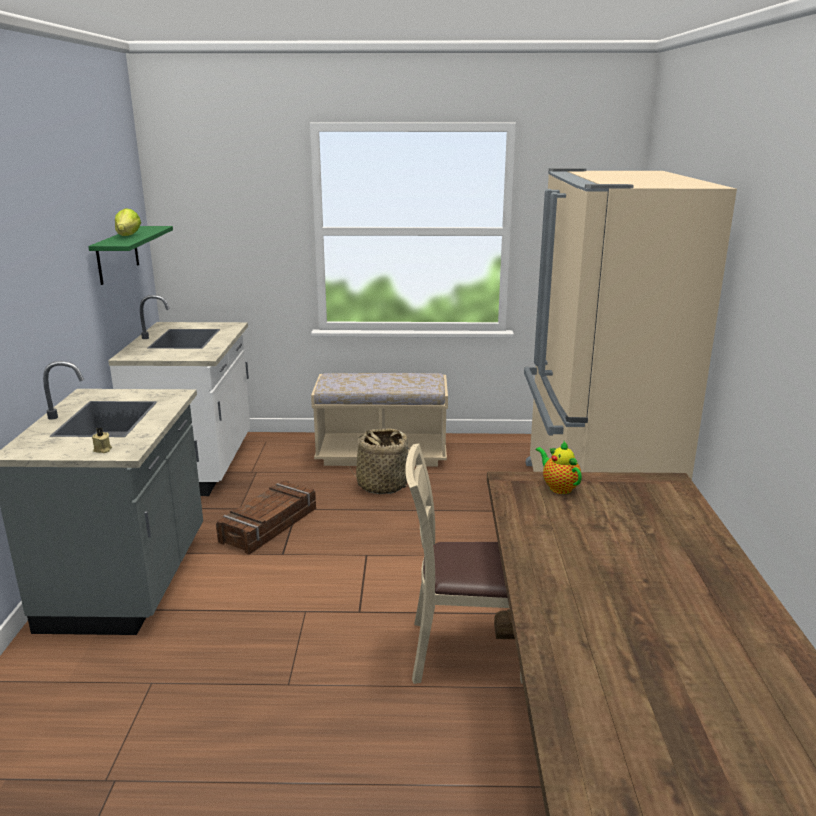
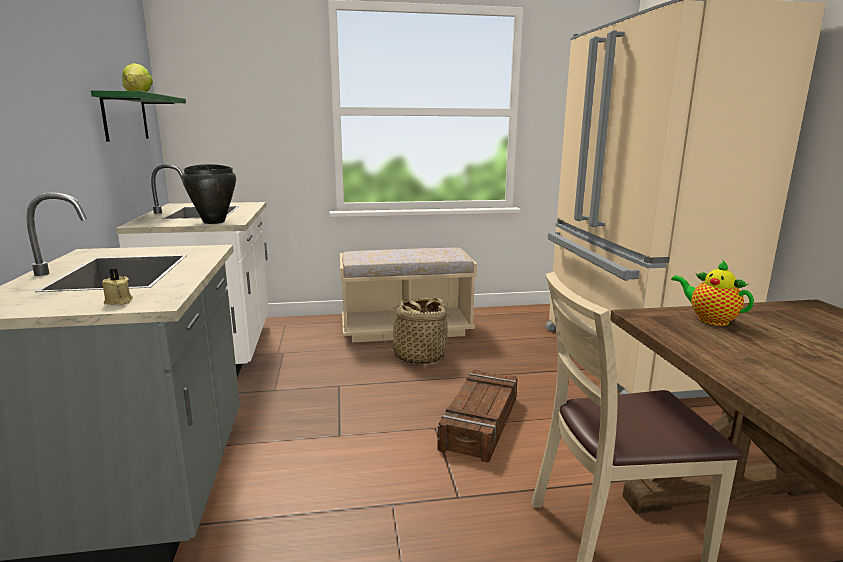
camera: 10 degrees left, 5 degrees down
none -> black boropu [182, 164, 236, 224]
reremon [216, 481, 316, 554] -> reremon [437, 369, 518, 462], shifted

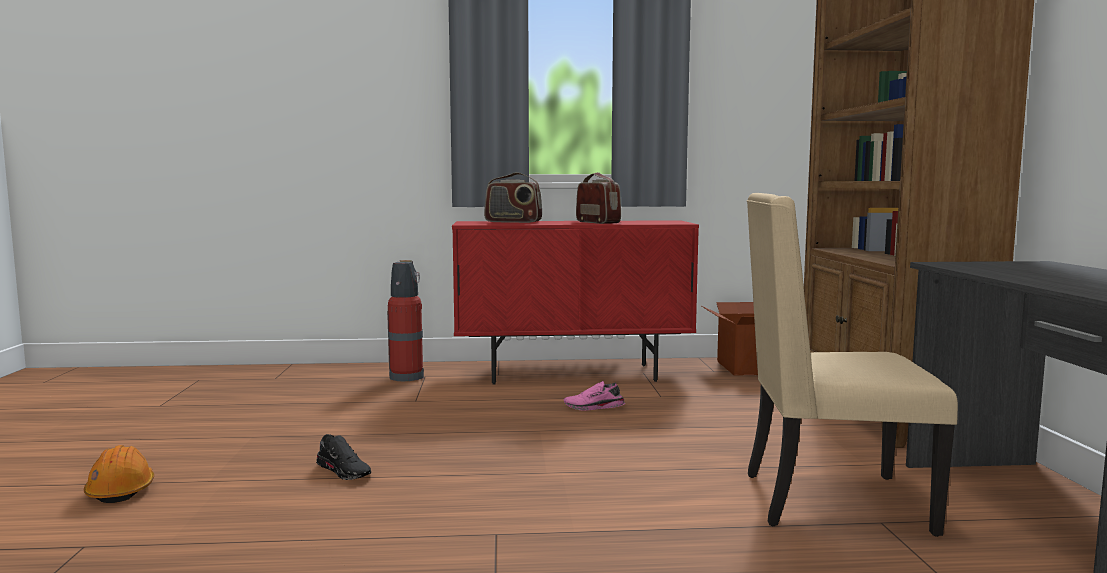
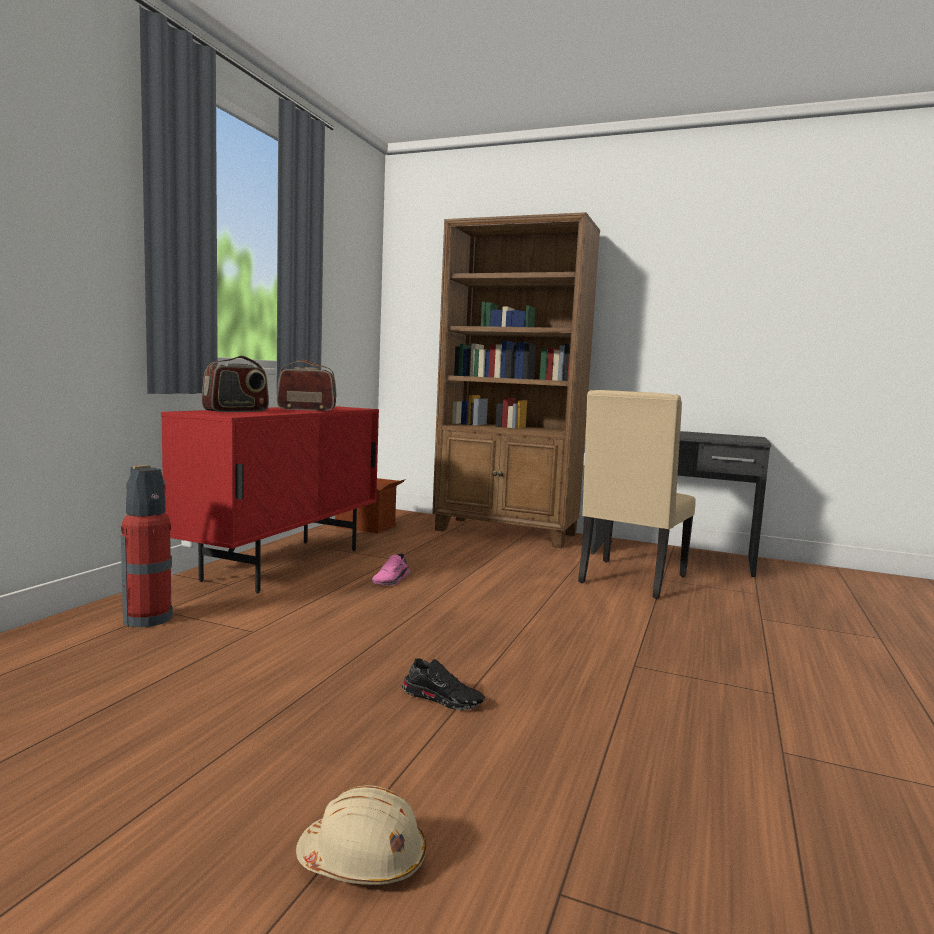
camera: 65 degrees left, 0 degrees up
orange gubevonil [84, 445, 155, 503] -> beige gubevonil [296, 785, 426, 885]
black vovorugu [316, 434, 371, 480] -> black vovorugu [402, 658, 485, 710], 45 degrees clockwise

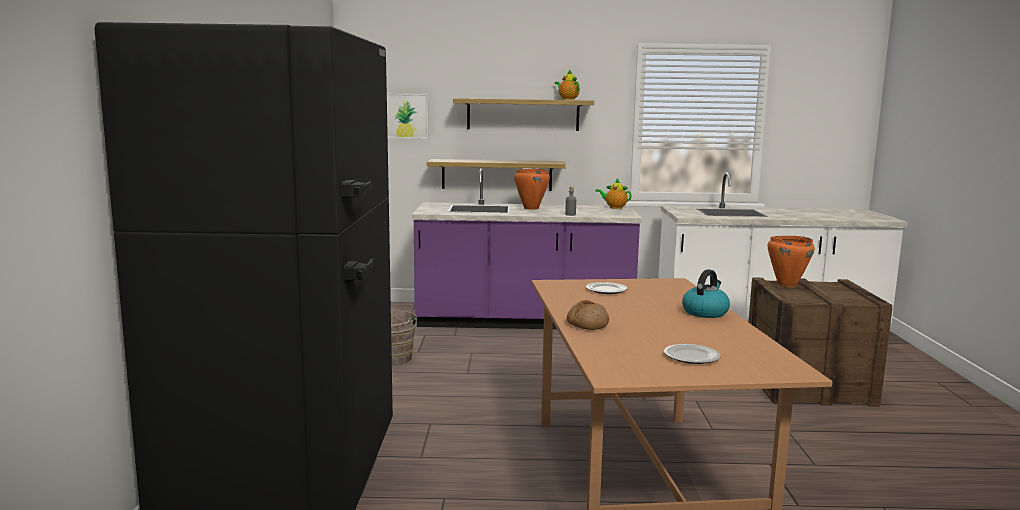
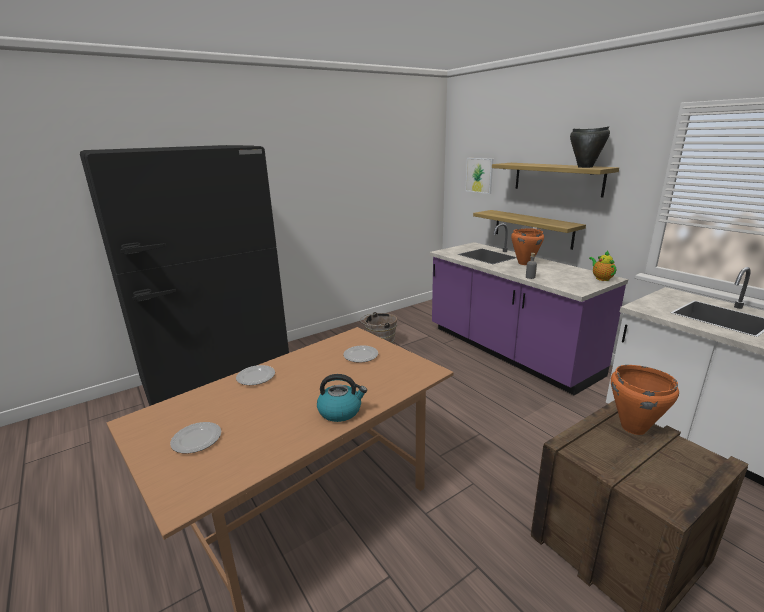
camera: 55 degrees right, 10 degrees up
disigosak [567, 300, 609, 330] -> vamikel [236, 365, 275, 385]
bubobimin [555, 69, 580, 100] -> black boropu [570, 126, 610, 168]

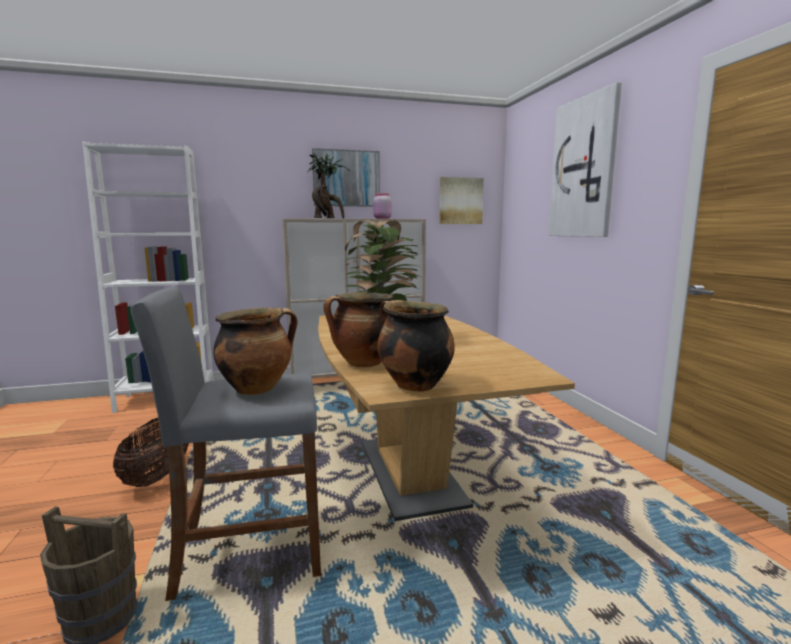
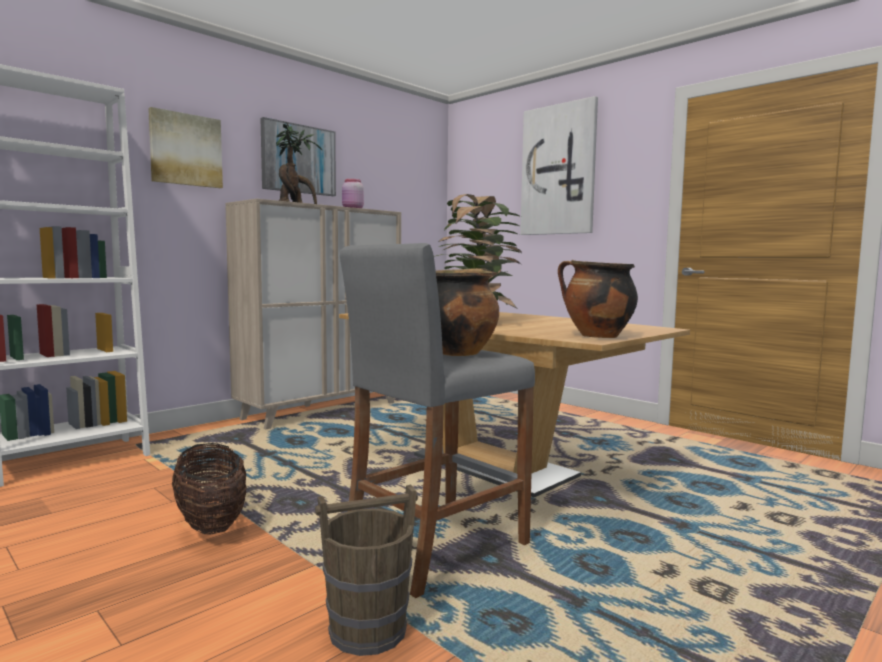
camera: 30 degrees left, 5 degrees down
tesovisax [439, 177, 484, 224] -> tesovisax [148, 107, 223, 188], shifted
boropu [323, 293, 393, 367] -> none

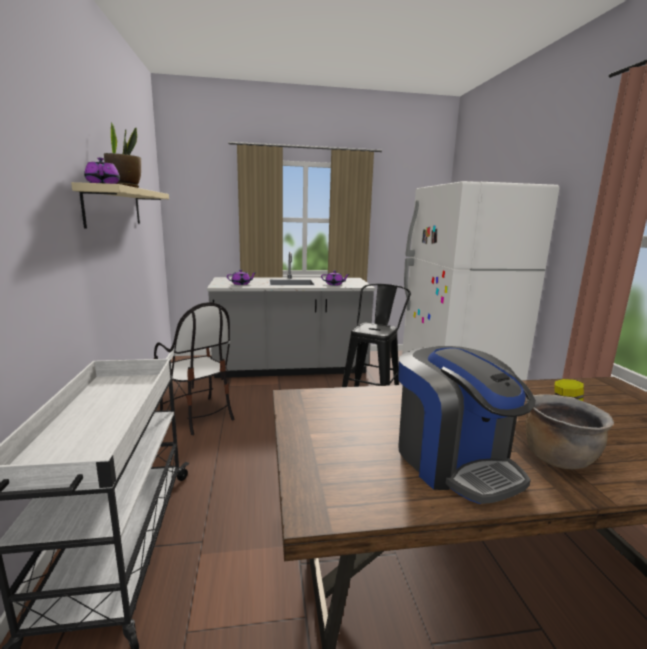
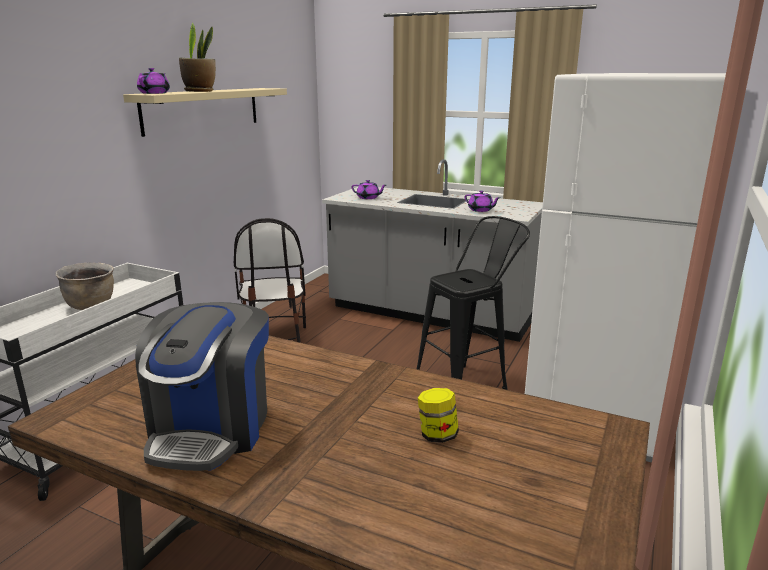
camera: 35 degrees right, 5 degrees up
brown boropu [525, 394, 614, 469] -> brown boropu [56, 262, 114, 310], shifted

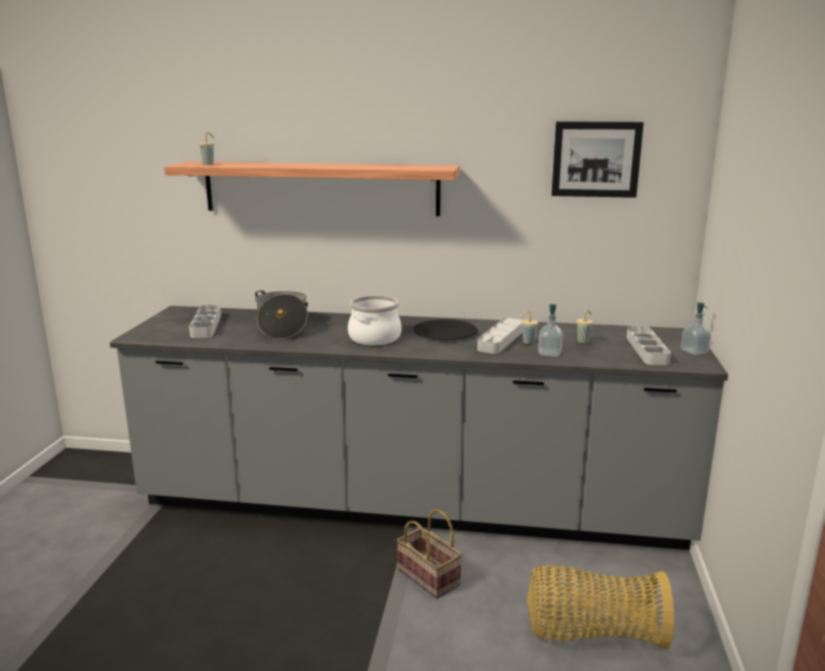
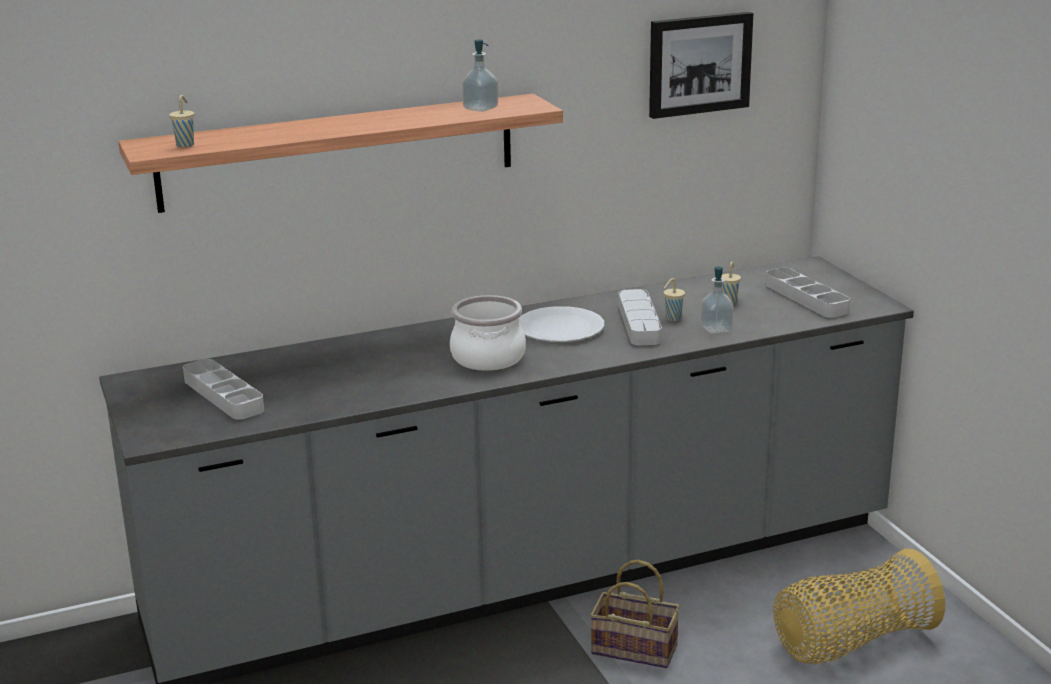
camera: 30 degrees left, 5 degrees up
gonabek [681, 302, 711, 355] -> gonabek [462, 40, 498, 112], shifted
black vamikel [414, 319, 478, 340] -> white vamikel [519, 306, 604, 342]
boropu [255, 290, 308, 339] -> none

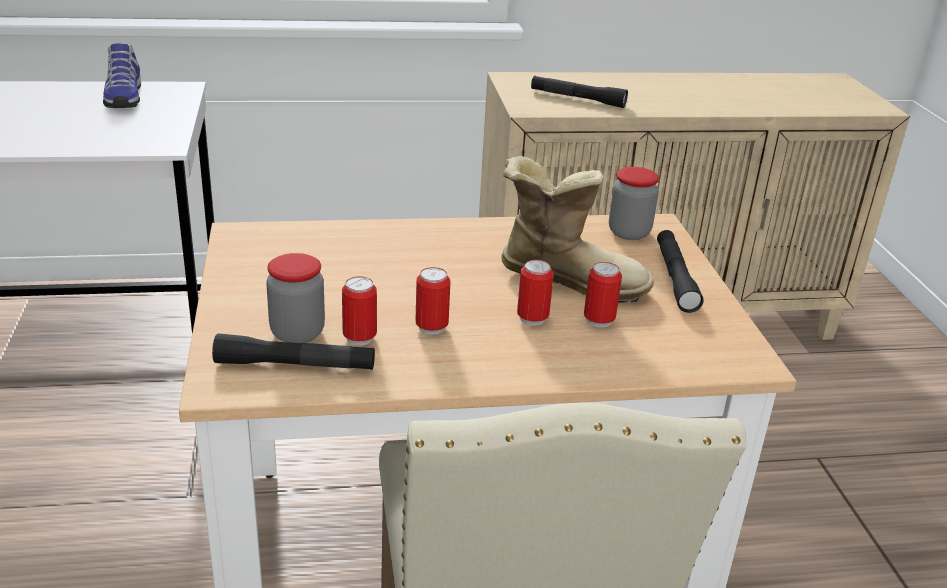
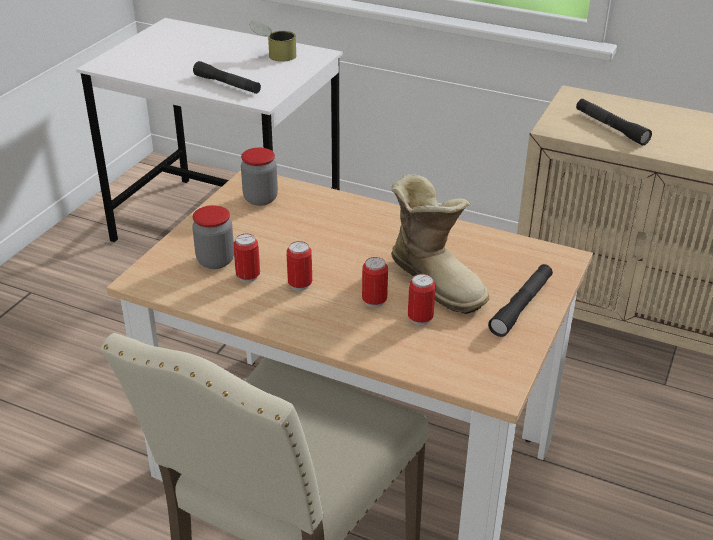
camera: 35 degrees right, 5 degrees up
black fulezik [212, 333, 375, 370] -> black fulezik [193, 61, 261, 94], shifted
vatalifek [609, 167, 659, 240] -> vatalifek [241, 148, 278, 206], shifted
vovorugu [103, 43, 141, 108] -> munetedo [249, 21, 297, 62]

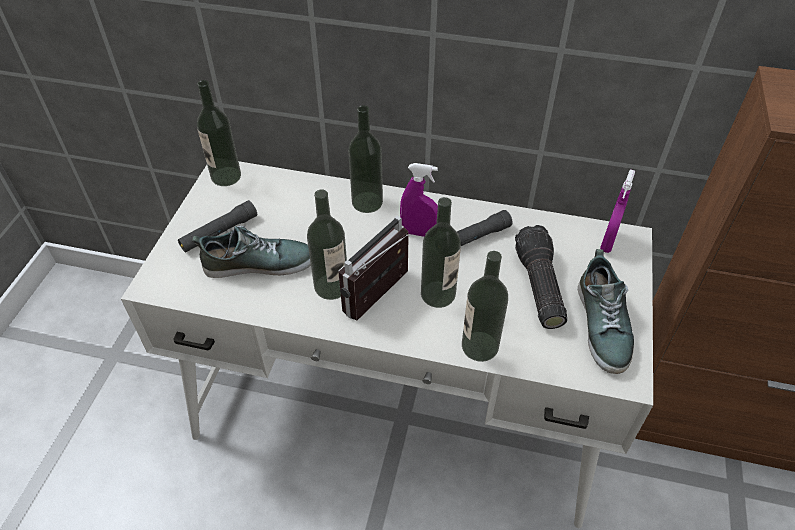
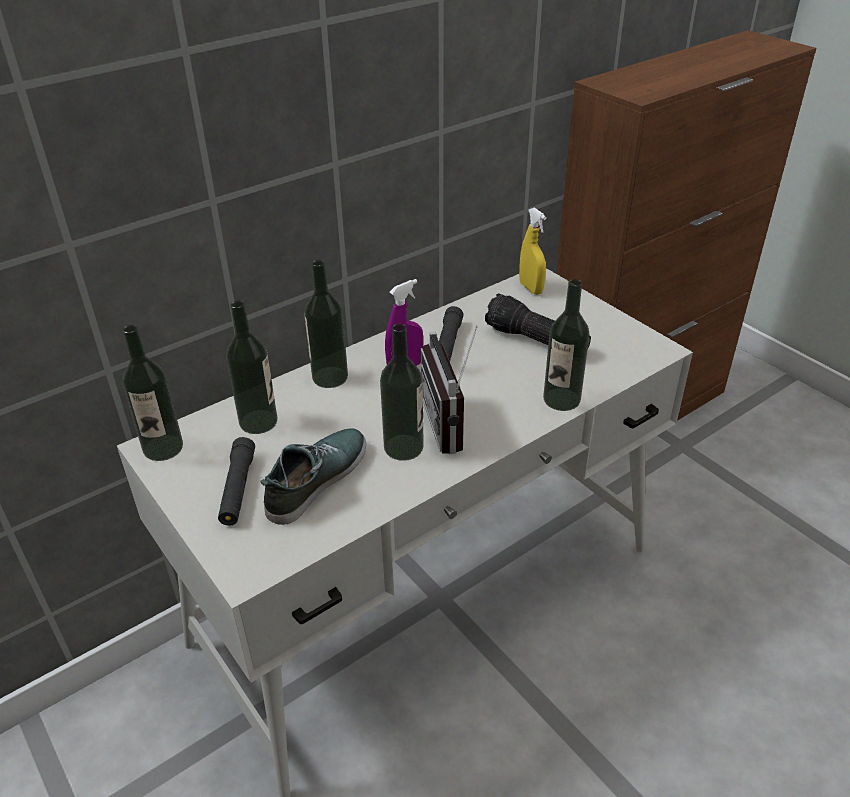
camera: 50 degrees left, 10 degrees down
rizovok [421, 197, 461, 308] -> rizovok [226, 301, 277, 434], shifted
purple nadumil [600, 169, 635, 253] -> yellow nadumil [519, 207, 547, 295]
vovorugu [578, 249, 634, 374] -> none

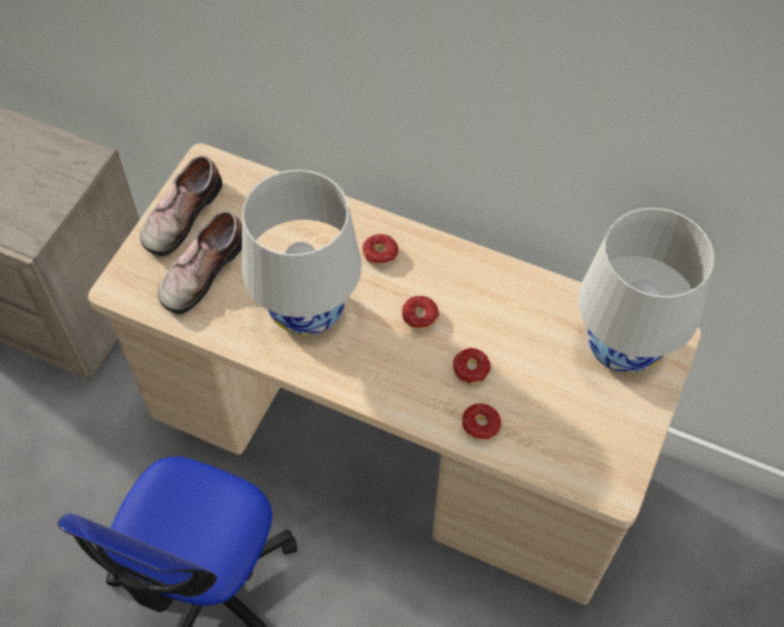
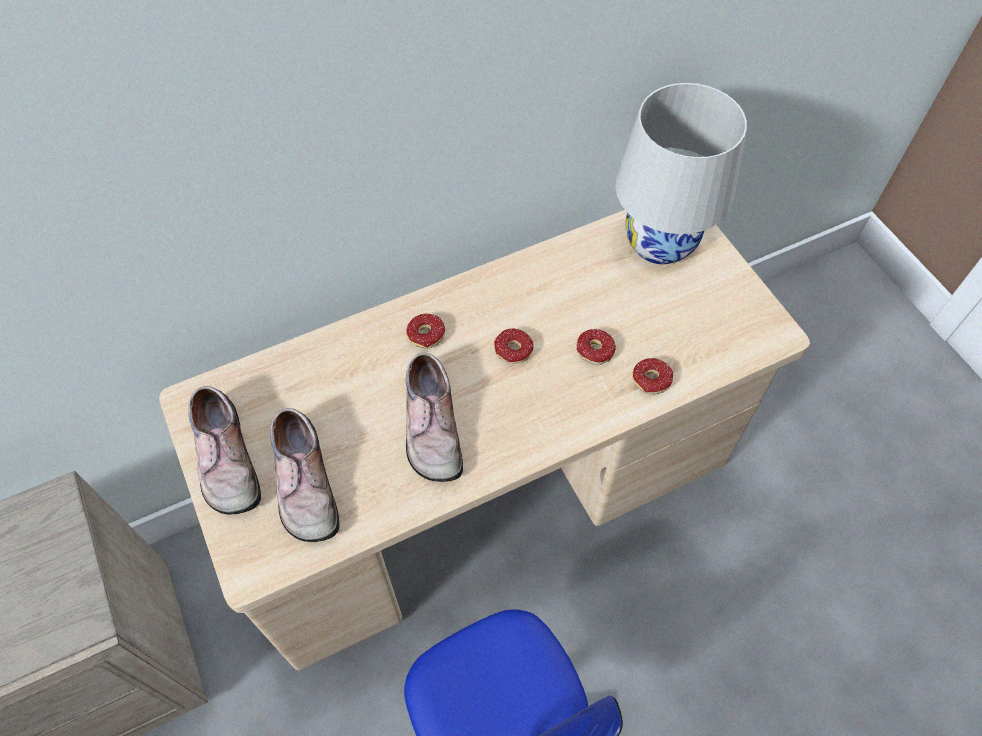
camera: 50 degrees left, 0 degrees up
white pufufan [242, 170, 362, 336] -> vovorugu [406, 353, 463, 482]

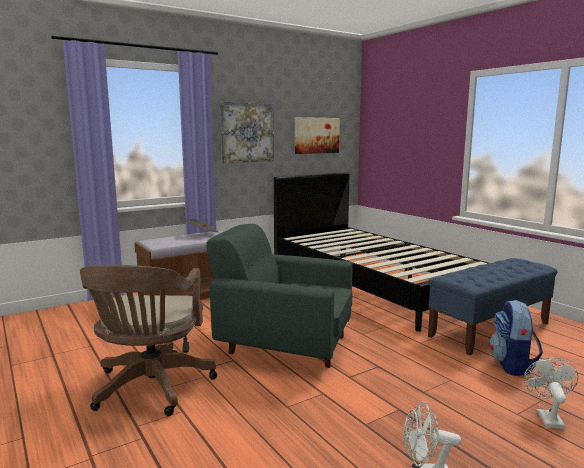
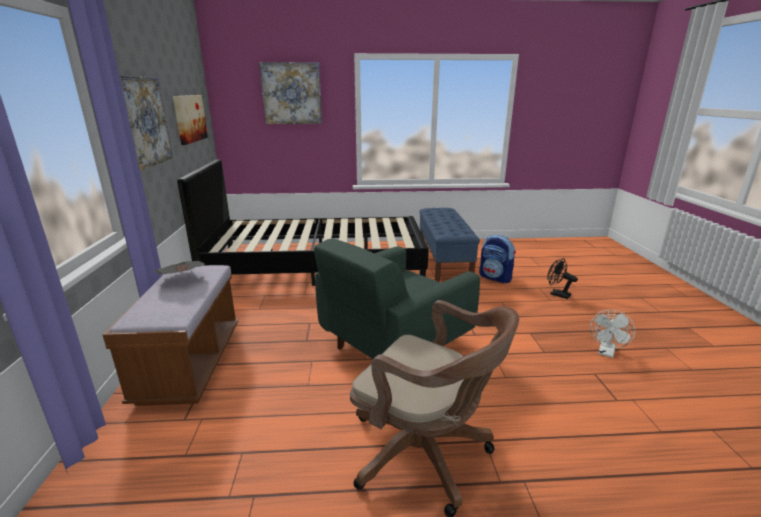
camera: 60 degrees left, 10 degrees up
none -> tesovisax [259, 62, 322, 124]
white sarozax [524, 357, 579, 429] -> black sarozax [547, 258, 578, 299]

